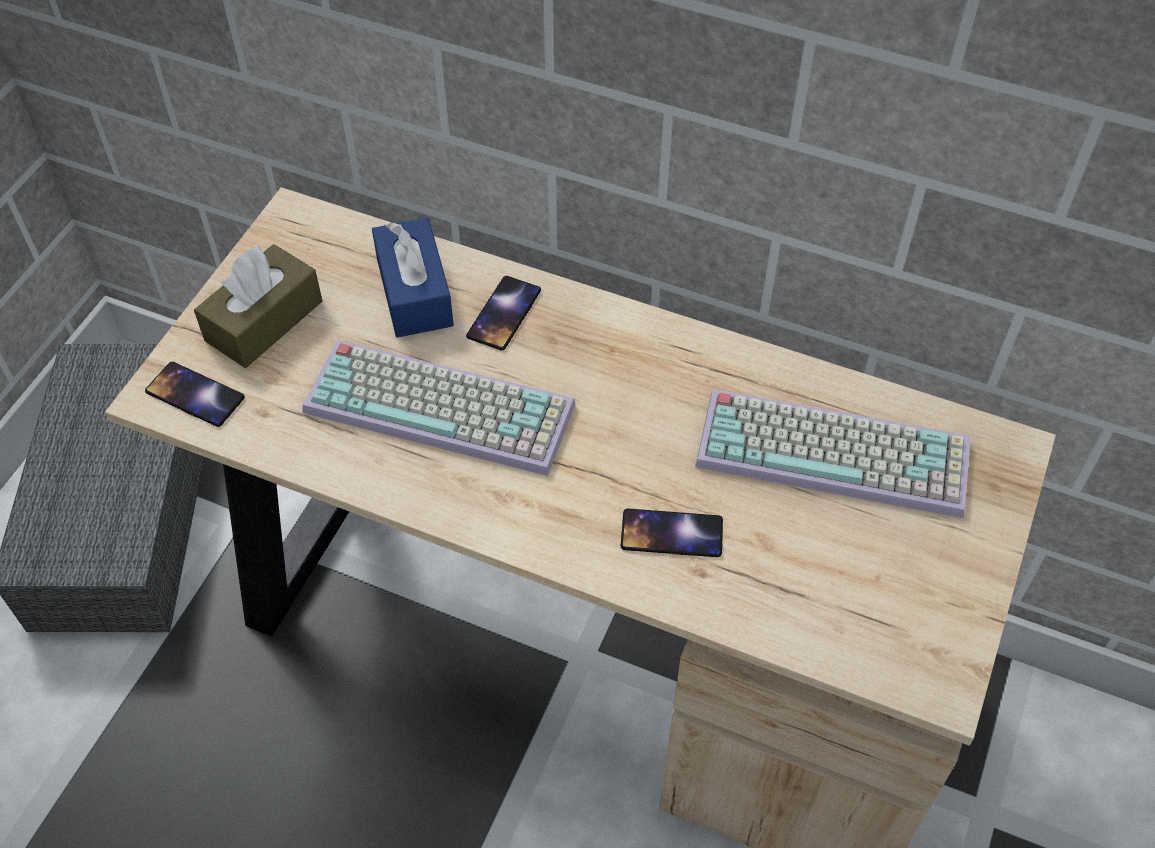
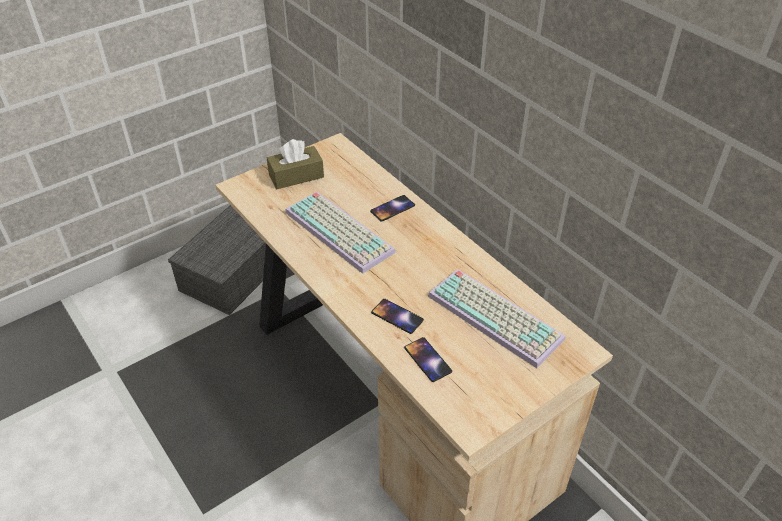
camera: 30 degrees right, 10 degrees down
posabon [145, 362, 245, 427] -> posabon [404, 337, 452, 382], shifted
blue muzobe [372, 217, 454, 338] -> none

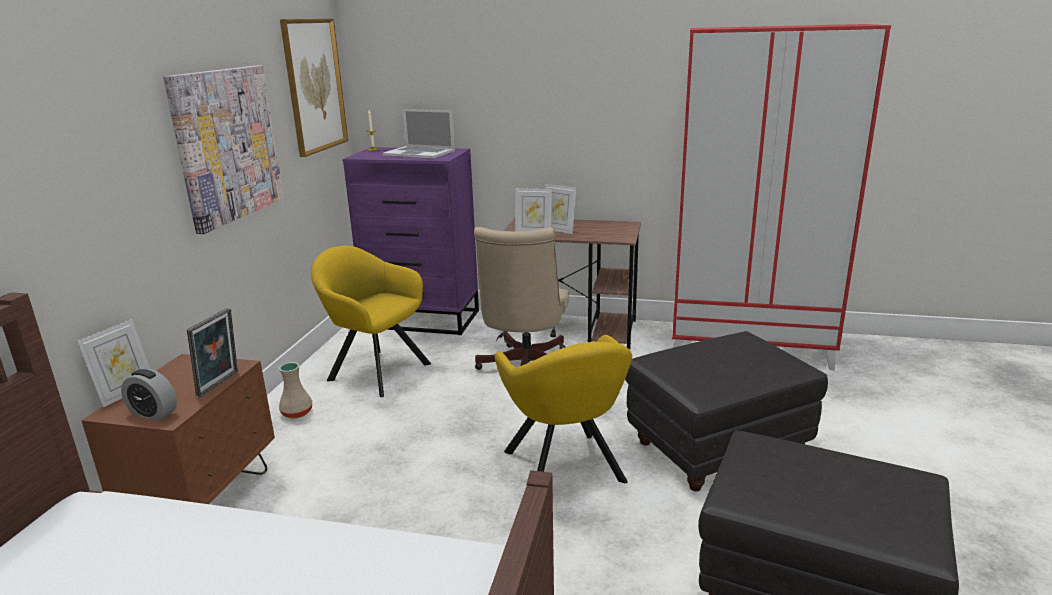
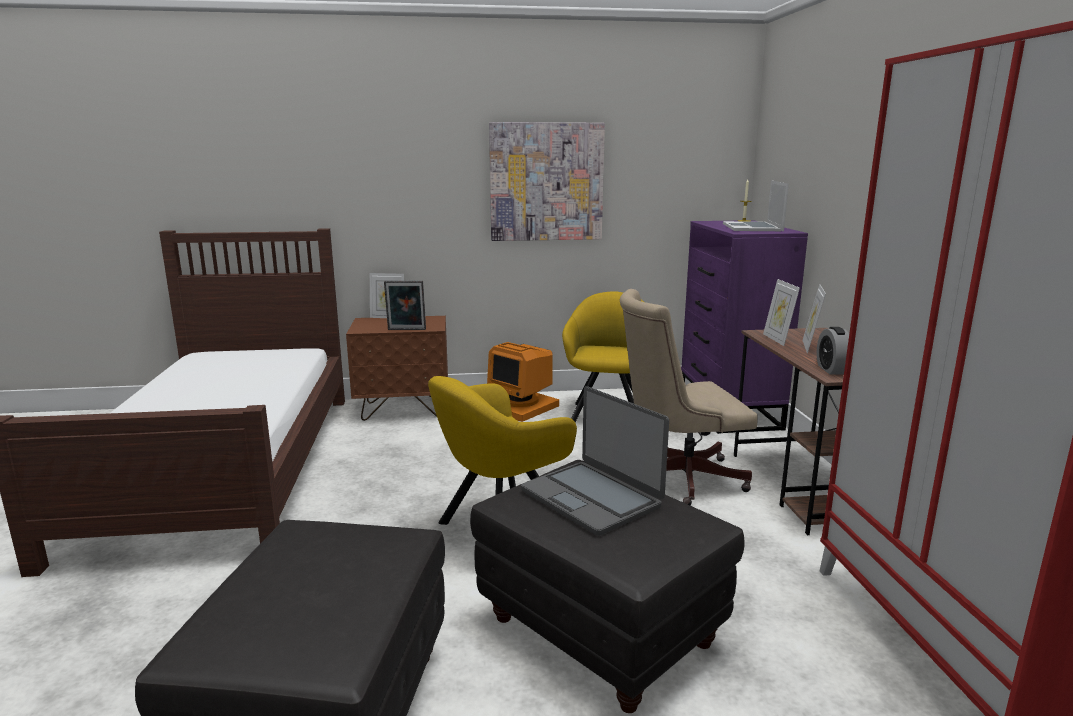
camera: 70 degrees right, 5 degrees down
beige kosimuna [279, 362, 312, 419] -> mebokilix [487, 342, 559, 422]
none -> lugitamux [521, 386, 669, 536]
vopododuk [121, 369, 177, 421] -> vopododuk [817, 327, 849, 375], shifted
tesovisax [280, 19, 348, 157] -> none

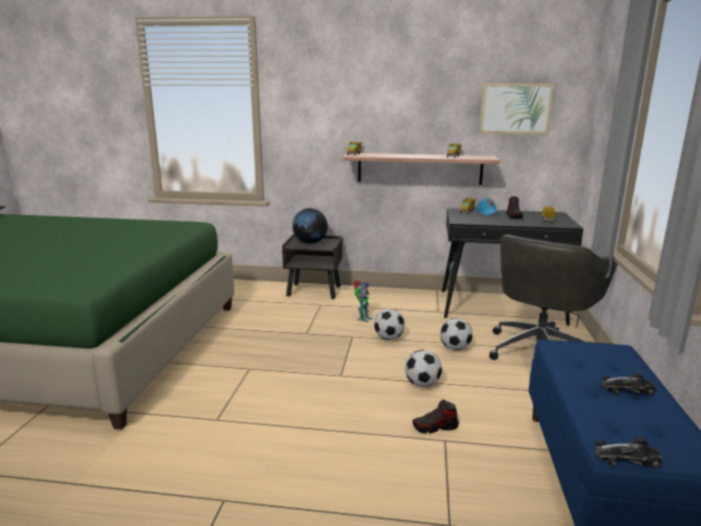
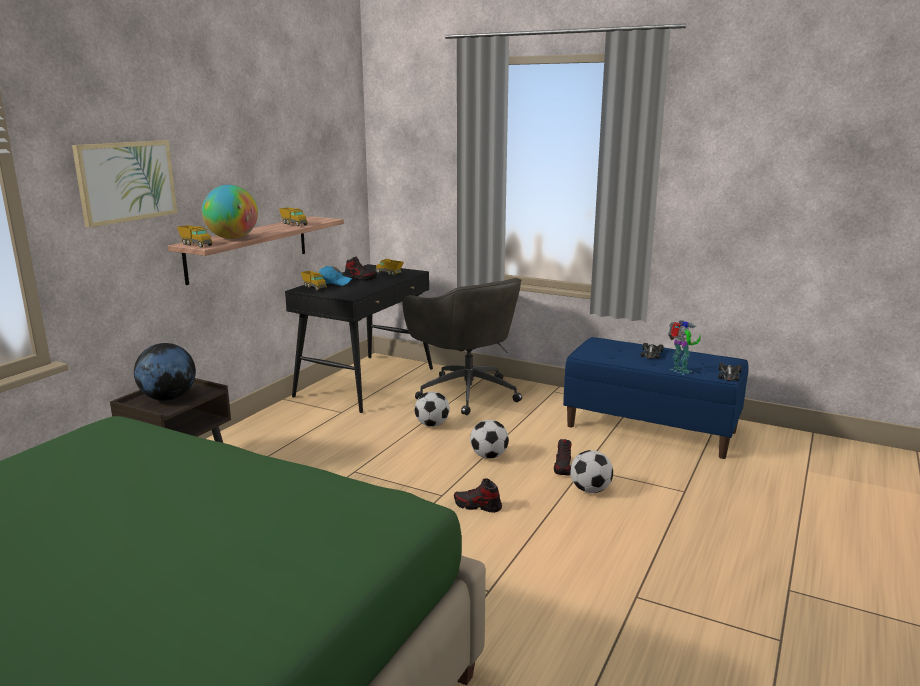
camera: 70 degrees left, 0 degrees up
tesovisax [479, 83, 555, 134] -> tesovisax [72, 140, 177, 228], shifted
none -> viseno [202, 185, 258, 239]
none -> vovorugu [454, 478, 502, 513]
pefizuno [374, 309, 405, 340] -> pefizuno [570, 450, 613, 493], shifted
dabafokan [354, 280, 373, 322] -> dabafokan [668, 320, 701, 375], shifted

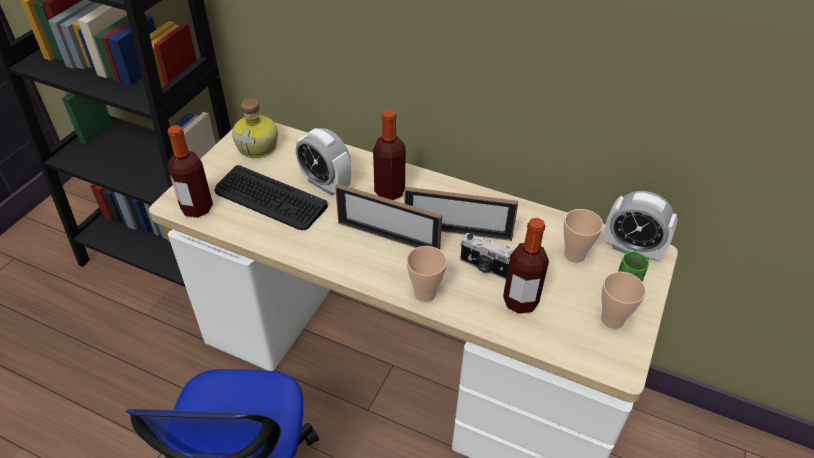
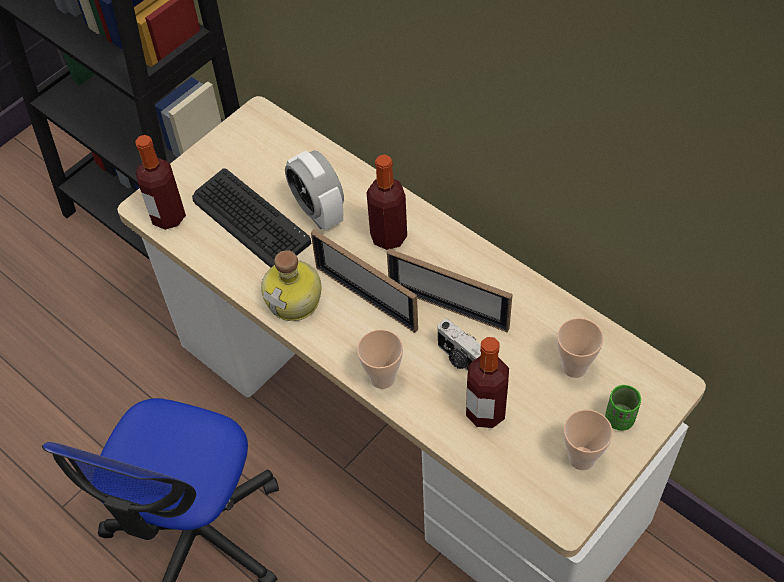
camera: 20 degrees right, 10 degrees up
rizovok [232, 99, 278, 158] -> rizovok [261, 250, 321, 321], shifted
vopododuk [604, 191, 678, 260] -> none

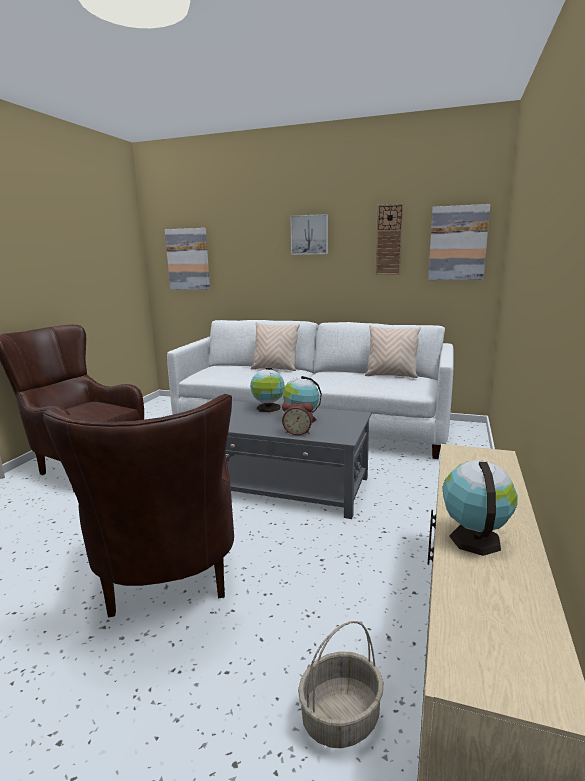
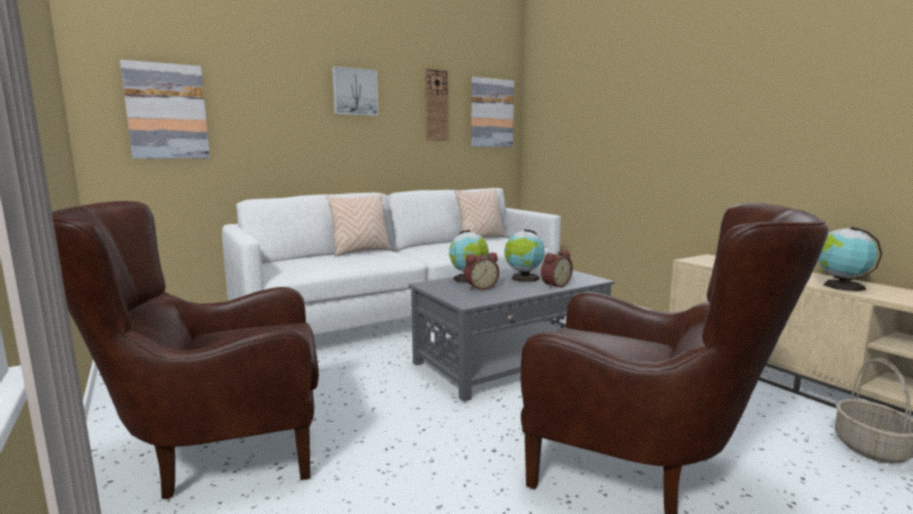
camera: 50 degrees left, 5 degrees down
none -> vopododuk [464, 252, 499, 290]

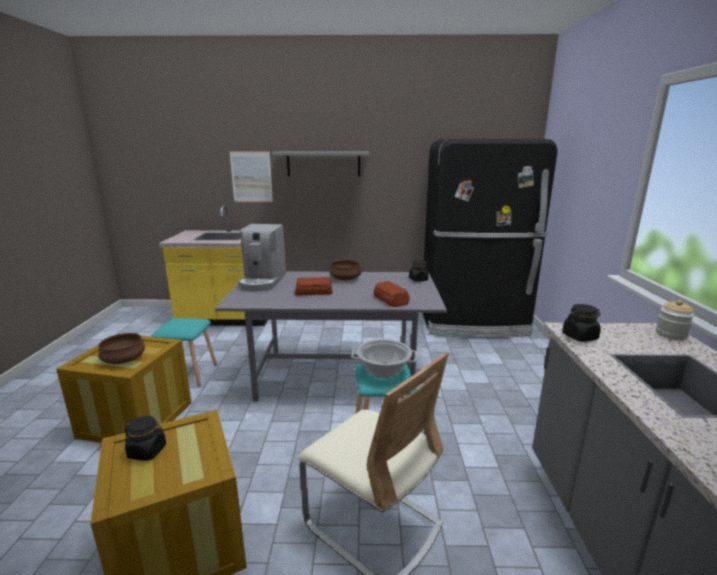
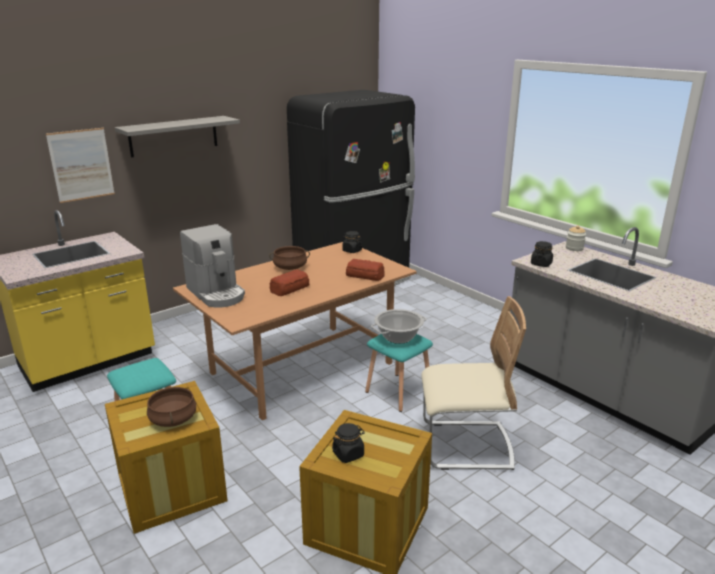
camera: 40 degrees left, 5 degrees up
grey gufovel [215, 271, 447, 401] -> brown gufovel [173, 242, 416, 420]

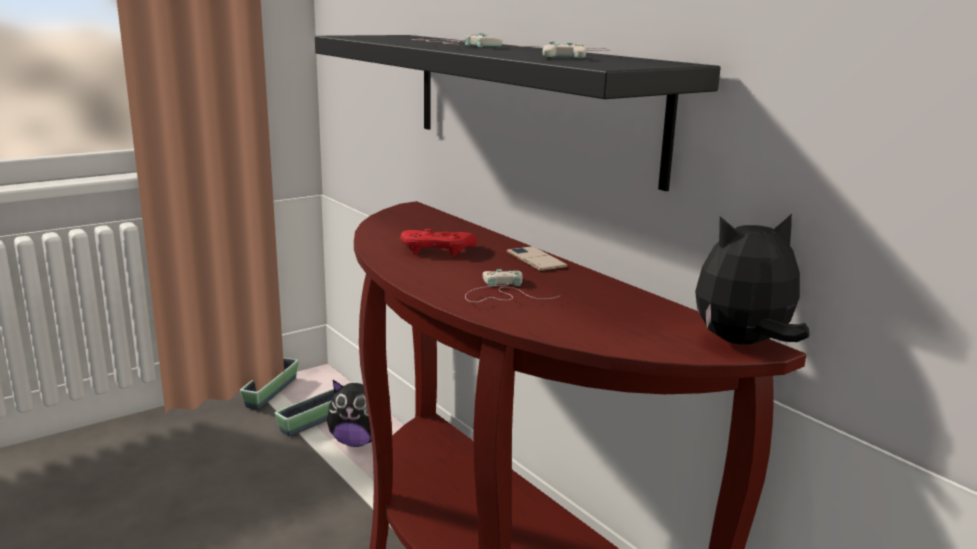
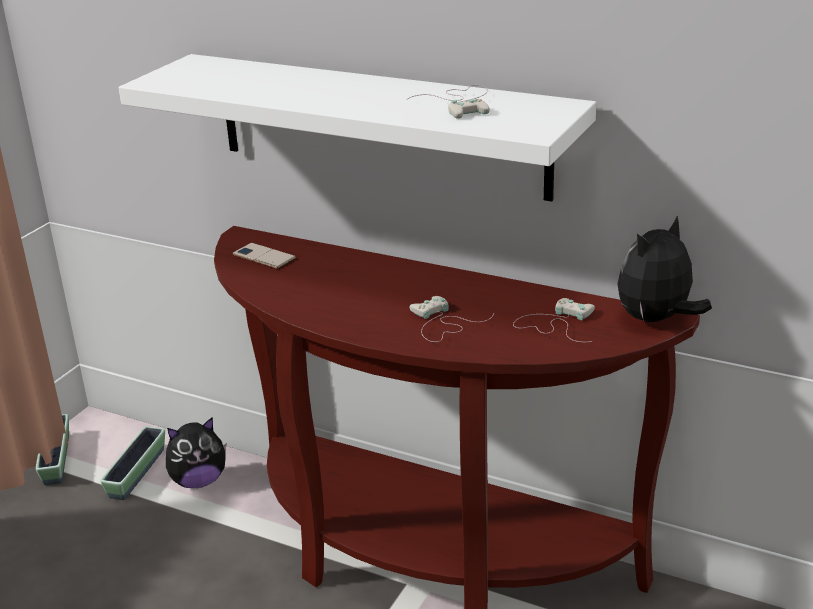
camera: 25 degrees left, 10 degrees up
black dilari [315, 35, 721, 191] -> white dilari [118, 54, 596, 202]
posabon [507, 246, 568, 271] -> posabon [233, 243, 296, 269], shifted
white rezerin [411, 33, 502, 47] -> white rezerin [513, 298, 595, 342], shifted
red rezerin [401, 229, 477, 257] -> none

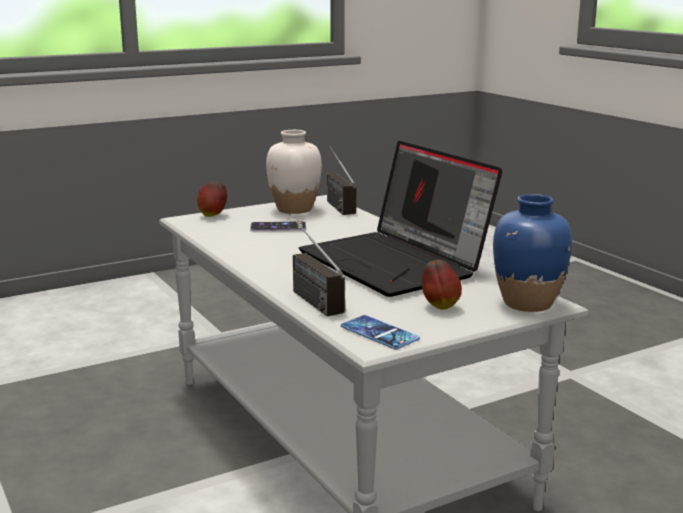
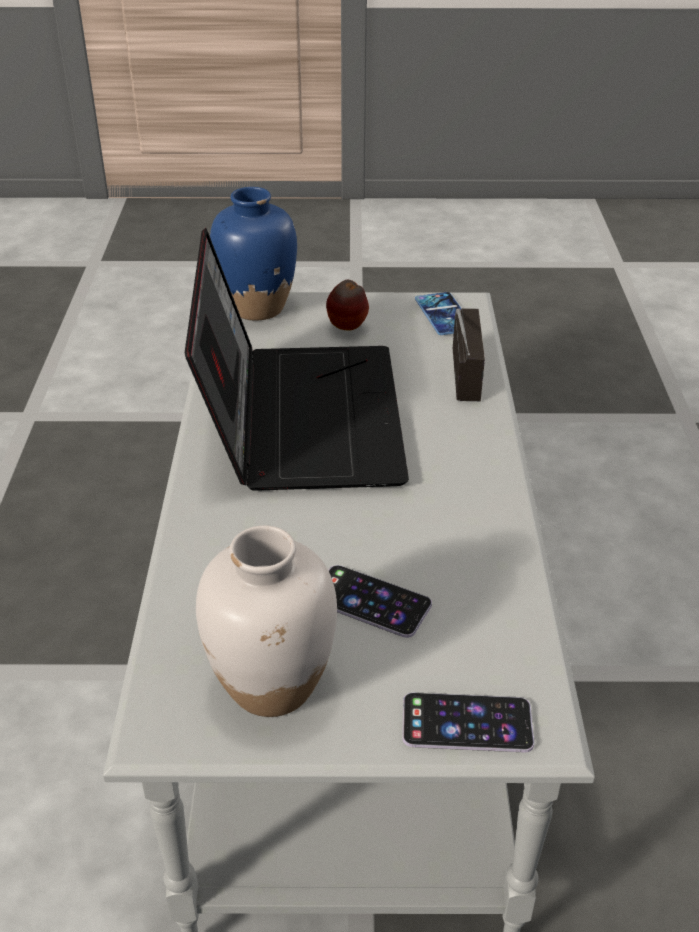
camera: 150 degrees left, 20 degrees up
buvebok [197, 181, 227, 217] -> posabon [402, 692, 534, 753]
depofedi [327, 146, 356, 215] -> none

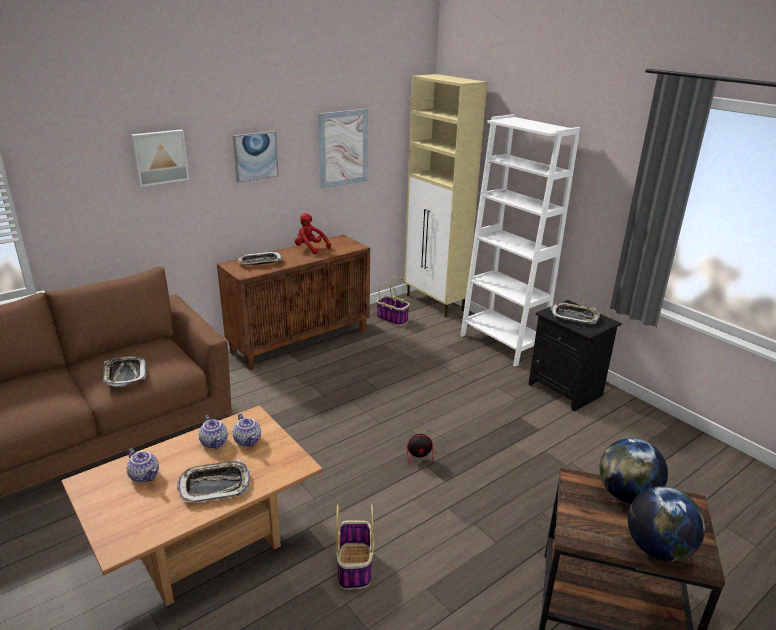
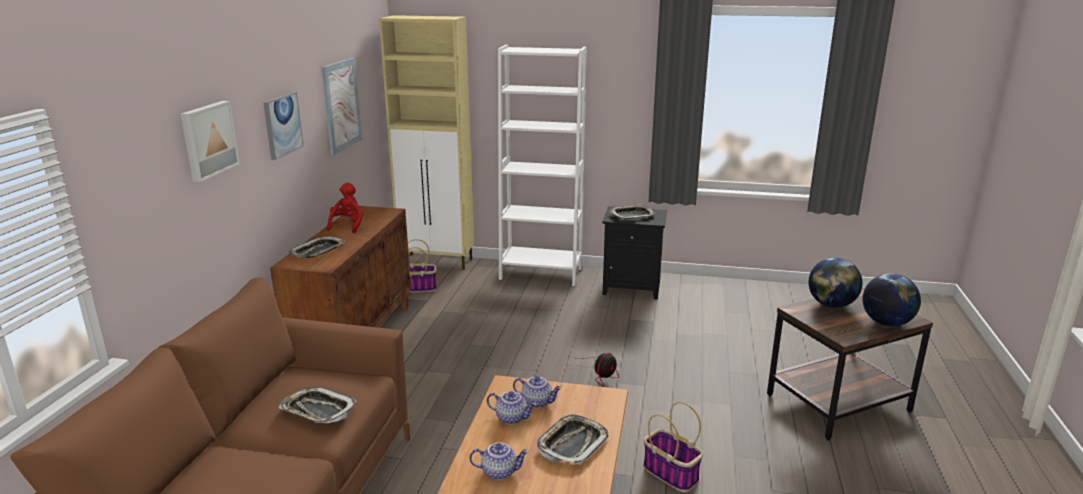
camera: 40 degrees left, 5 degrees down
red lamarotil [295, 213, 331, 254] -> red lamarotil [327, 182, 363, 233], 105 degrees clockwise

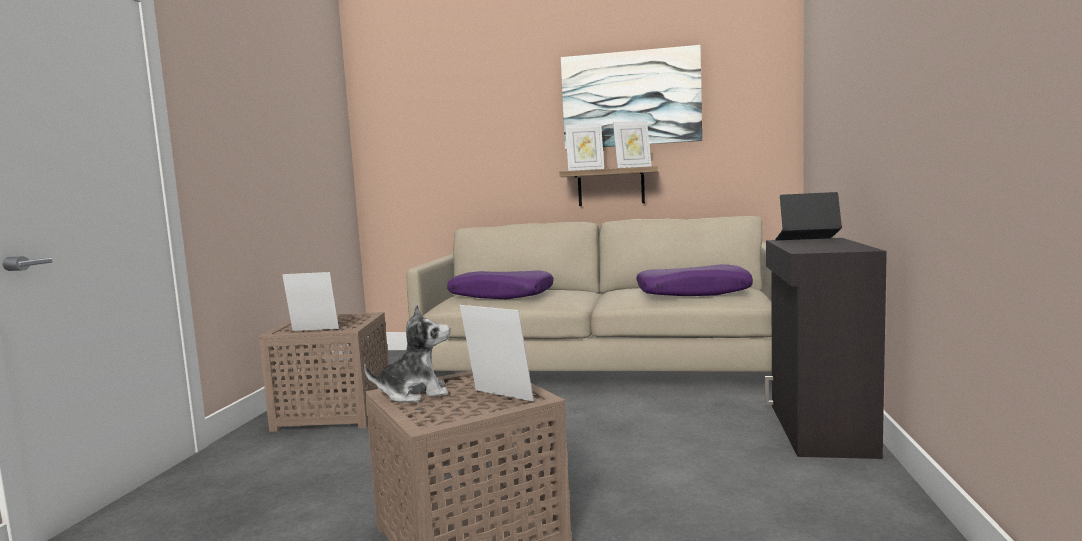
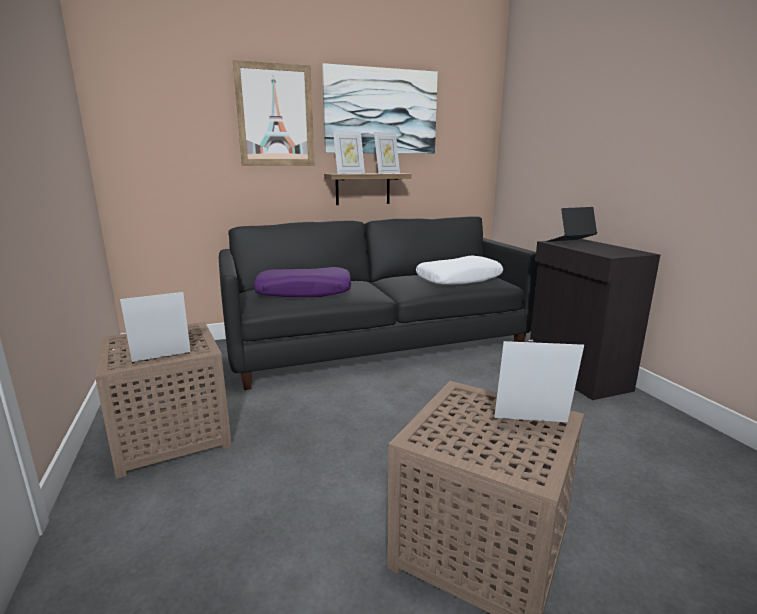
camera: 30 degrees left, 10 degrees up
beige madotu [406, 216, 772, 373] -> black madotu [219, 216, 538, 390]
none -> tesovisax [233, 60, 315, 166]
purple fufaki [636, 264, 753, 296] -> white fufaki [416, 256, 503, 285]
lamarotil [364, 305, 450, 402] -> none

